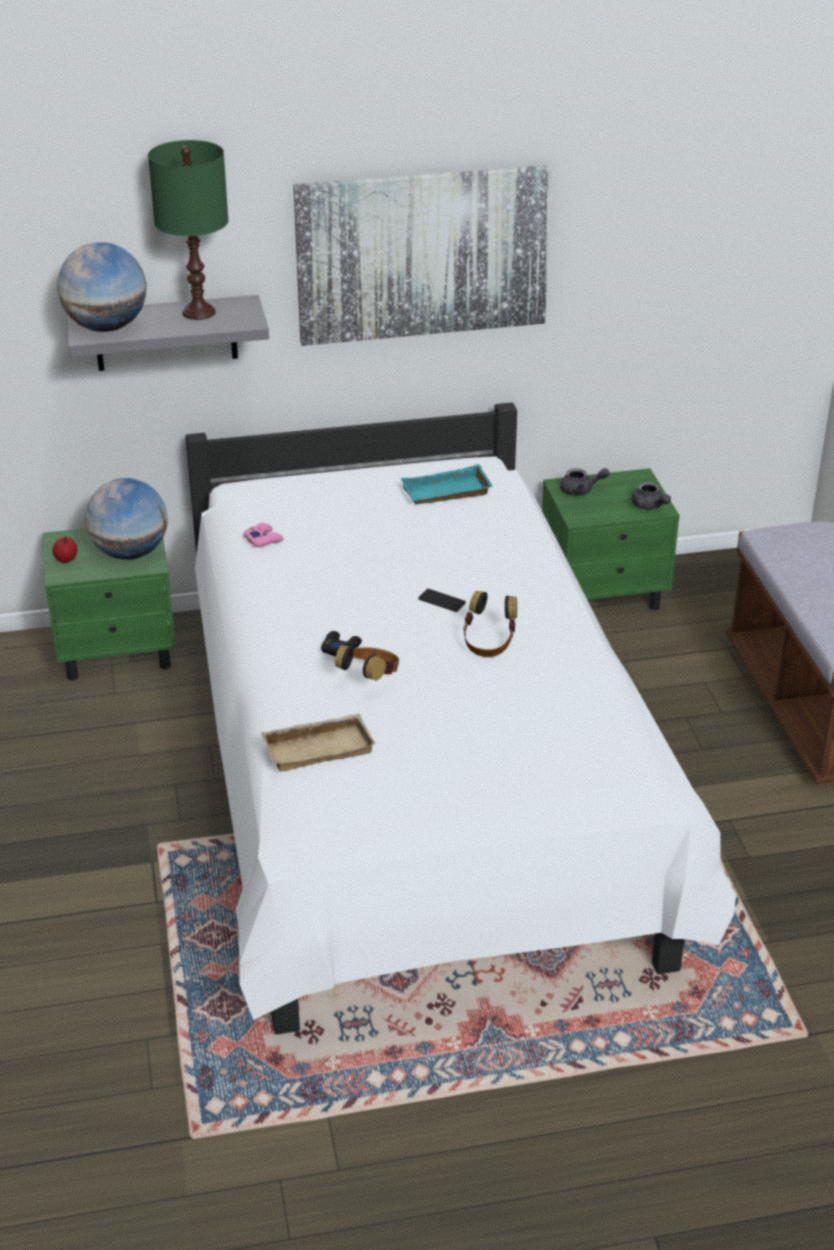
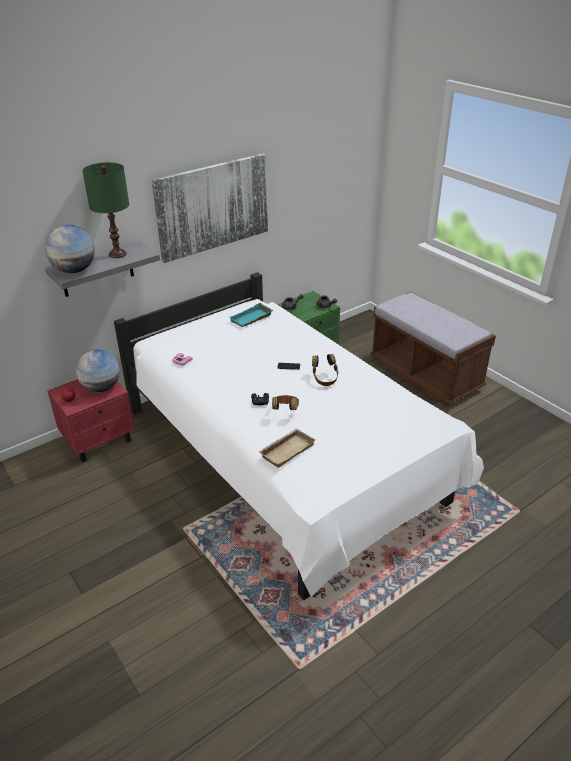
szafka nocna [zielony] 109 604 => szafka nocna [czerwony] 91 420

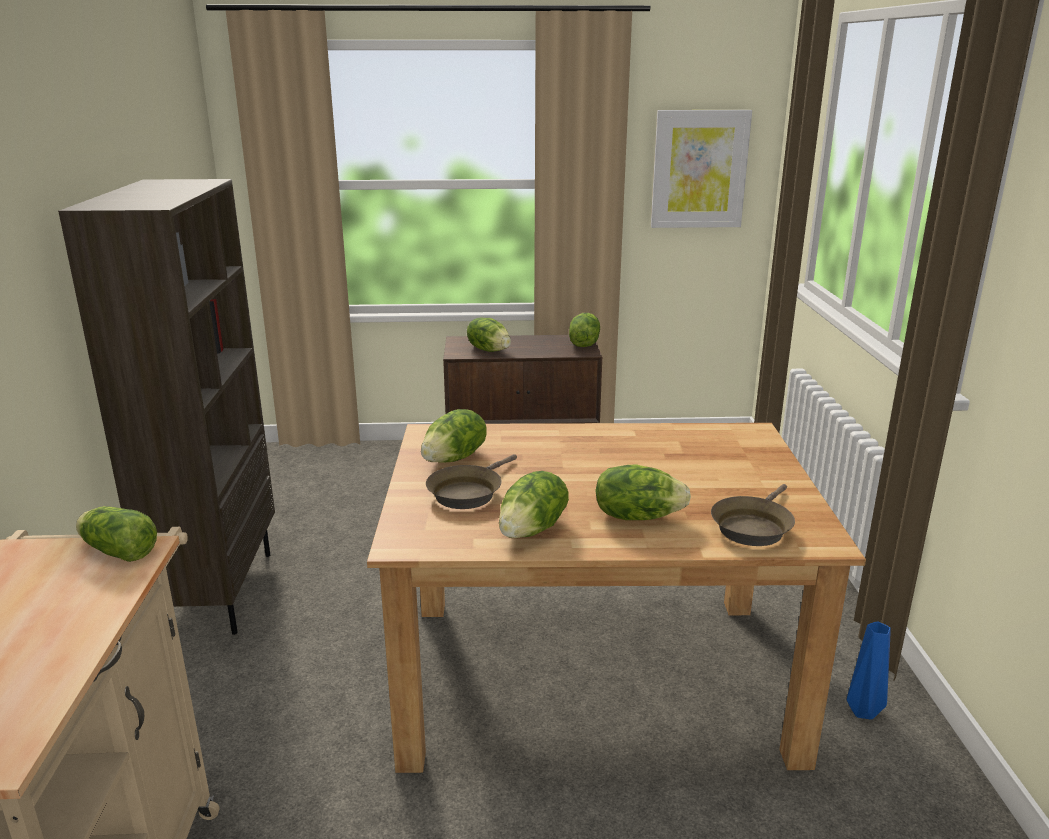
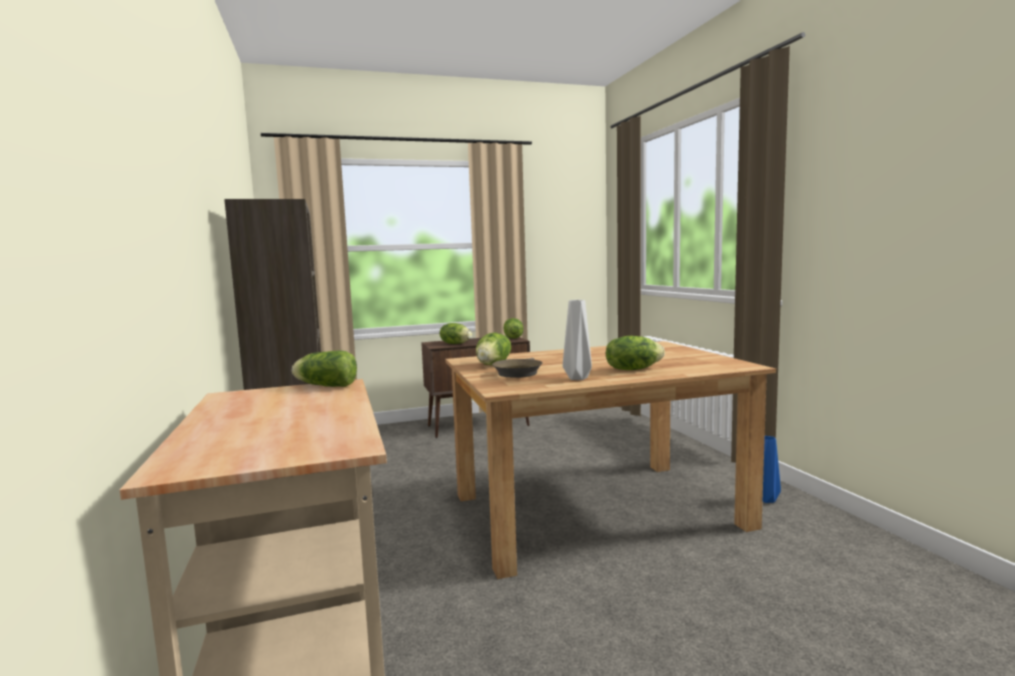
obraz 701 169 => nothing
sałata 534 504 => wazon [szary] 577 340
patelnia [brązowy] 753 515 => nothing

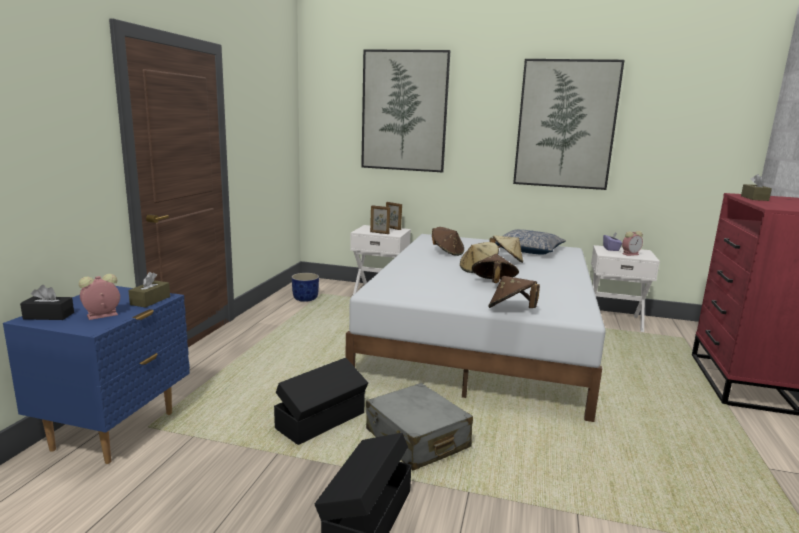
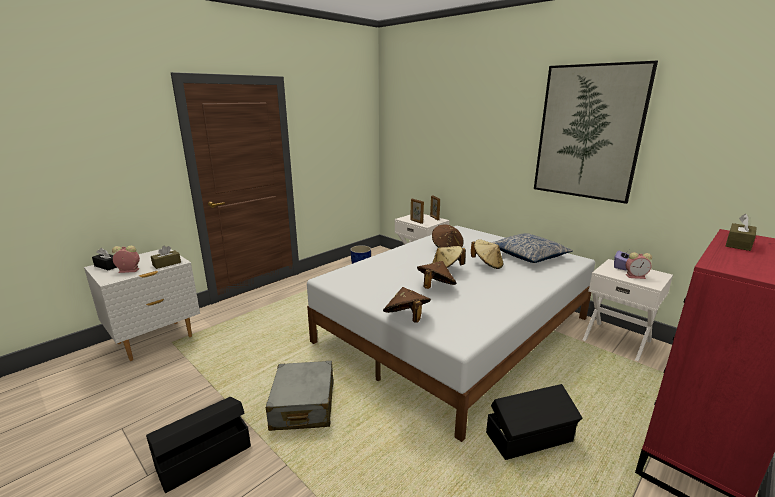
obraz 405 110 => nothing
szafka nocna [niebieski] 96 375 => szafka nocna [biały] 142 305
pojemnik do przechowywania [czarny] 321 401 => pojemnik do przechowywania [czarny] 534 422, shifted

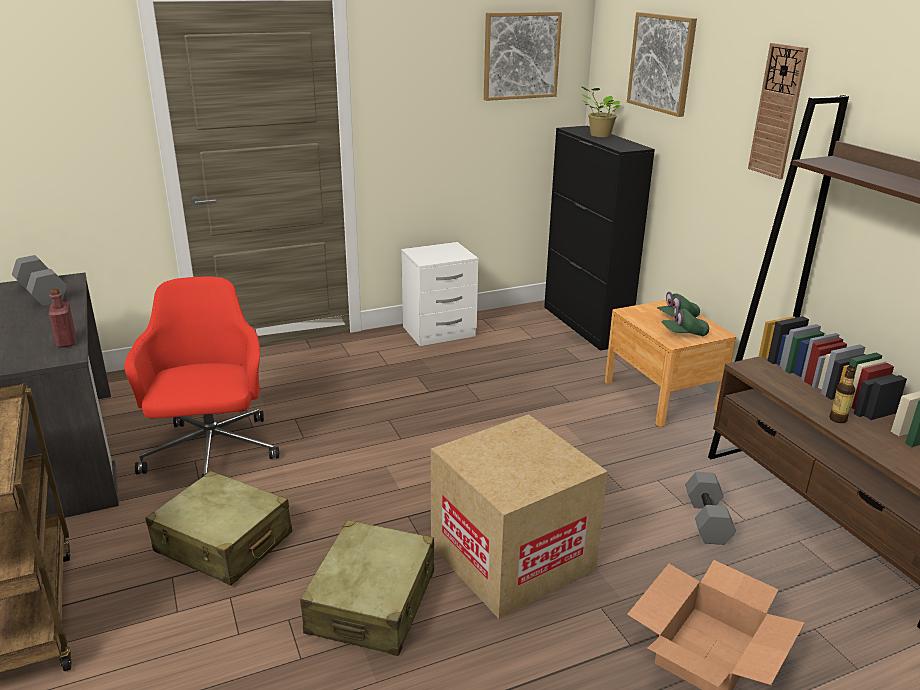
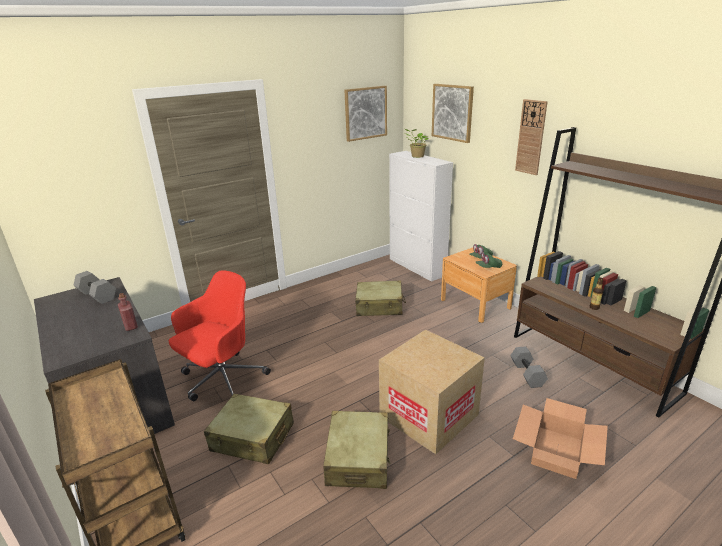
szafka [czarny] 599 238 => szafka [biały] 421 216
szafka nocna [biały] 440 294 => nothing
krzesło biurowe [czerwony] 201 377 => krzesło biurowe [czerwony] 220 336, 60 degrees clockwise
nothing => walizka [beżowy] 380 298

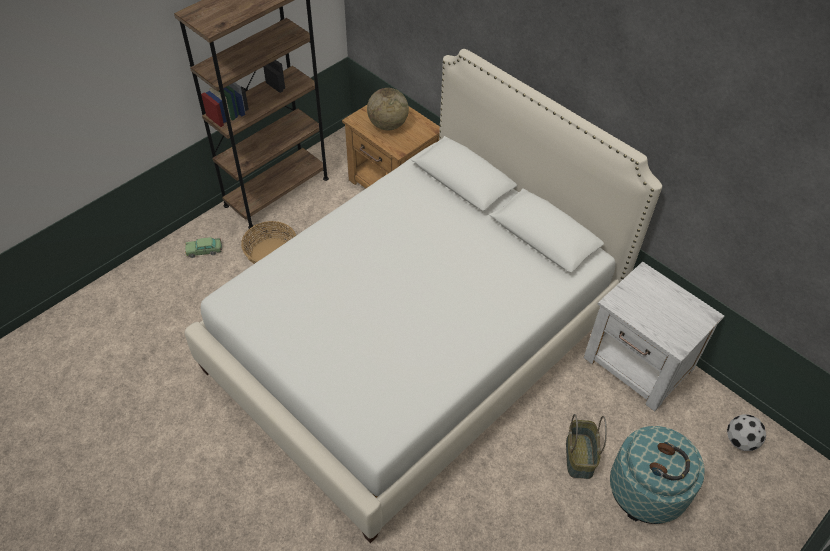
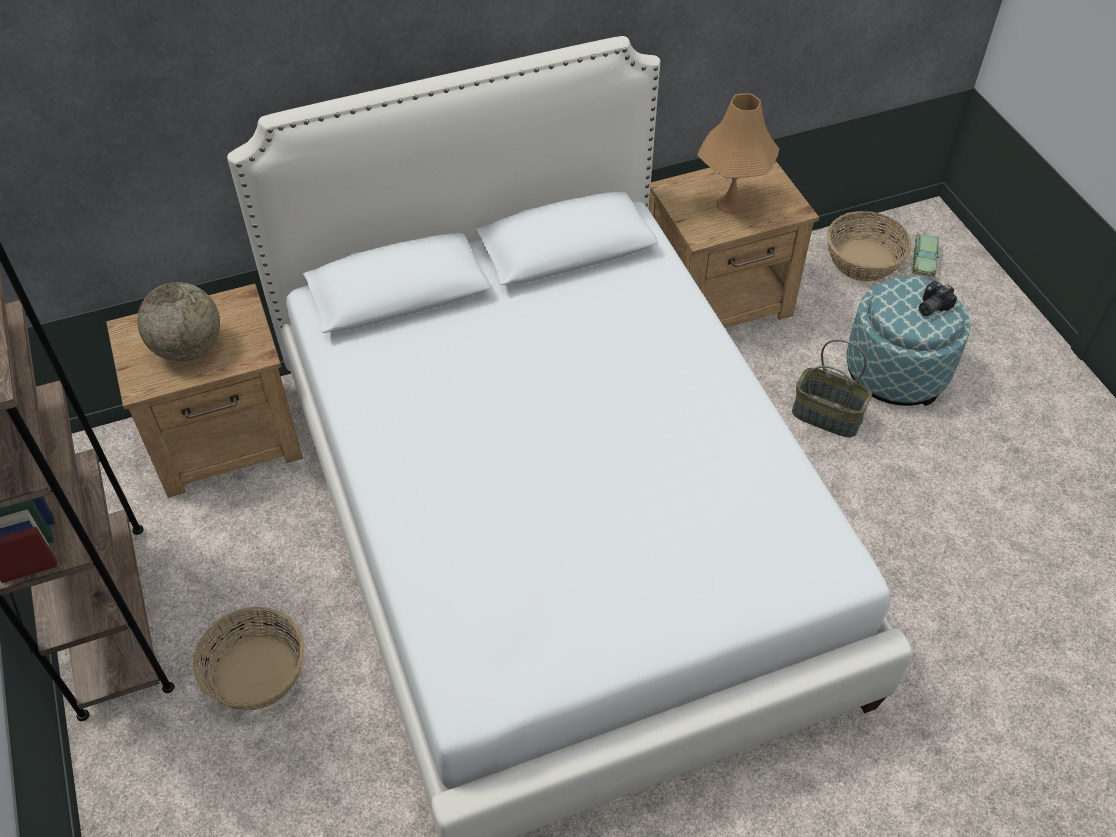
samochodzik 203 247 => samochodzik 925 255, shifted
szafka nocna [biały] 654 336 => szafka nocna [brązowy] 734 244
piłka futbolowa 746 432 => koszyk 869 246
słuchawki 670 461 => aparat fotograficzny 938 298
nothing => lampa stołowa [pomarańczowy] 738 153

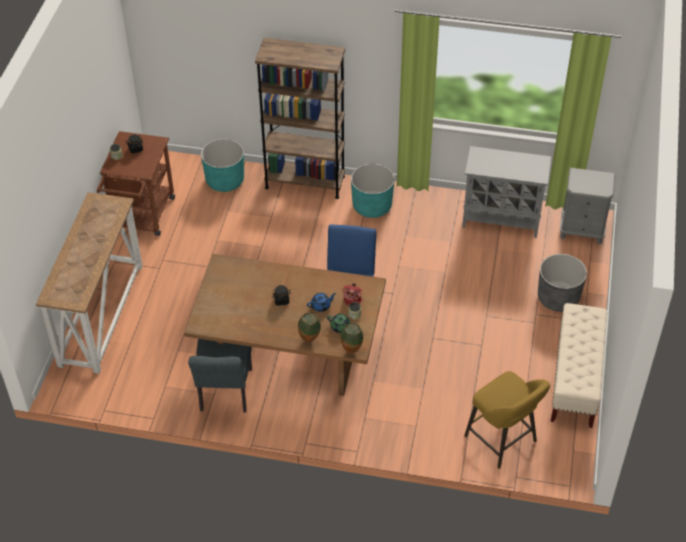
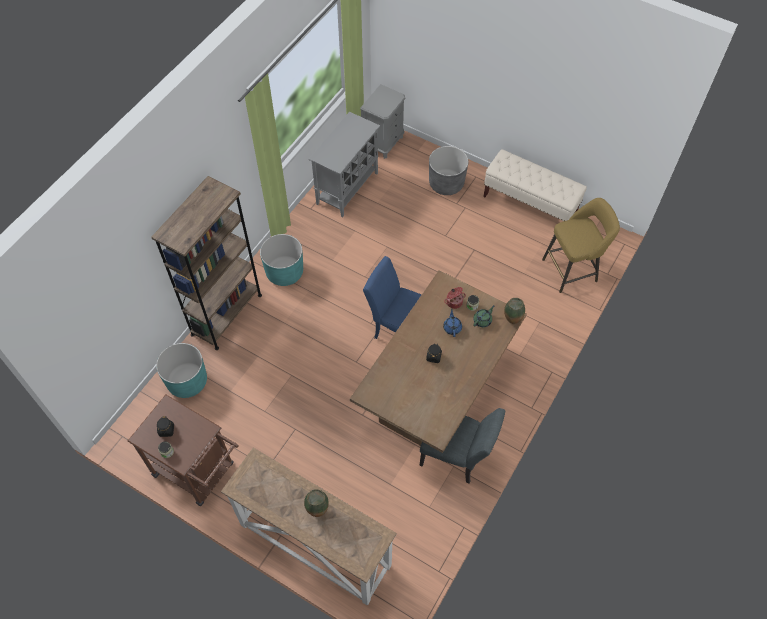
wazon 309 327 => wazon 316 503, shifted

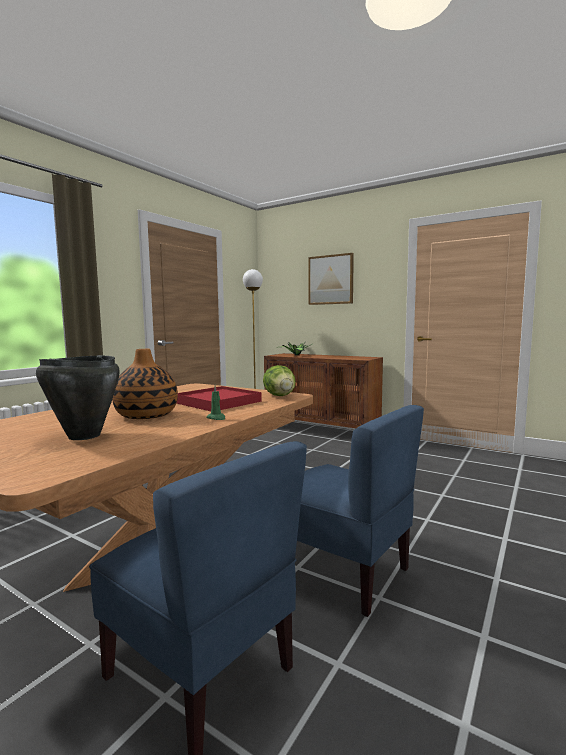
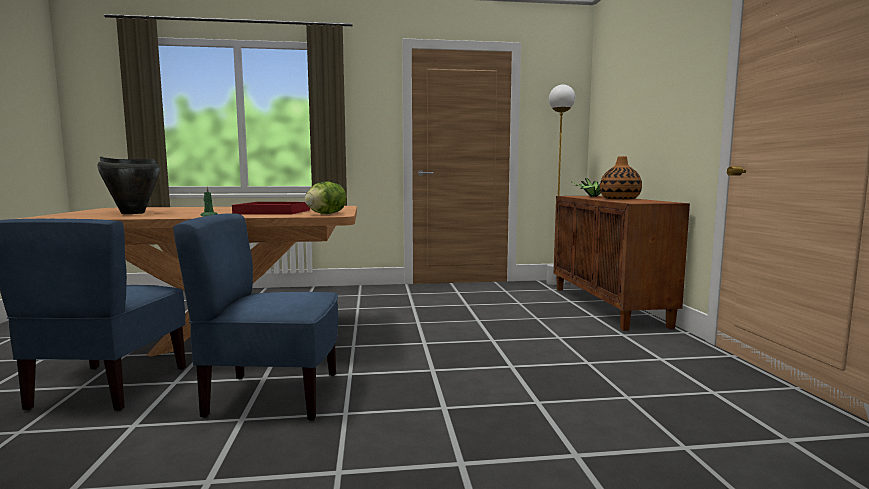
obraz 331 279 => nothing
wazon 145 384 => wazon 621 178, shifted
krzesło [niebieski] 360 511 => krzesło [niebieski] 255 317, 90 degrees clockwise

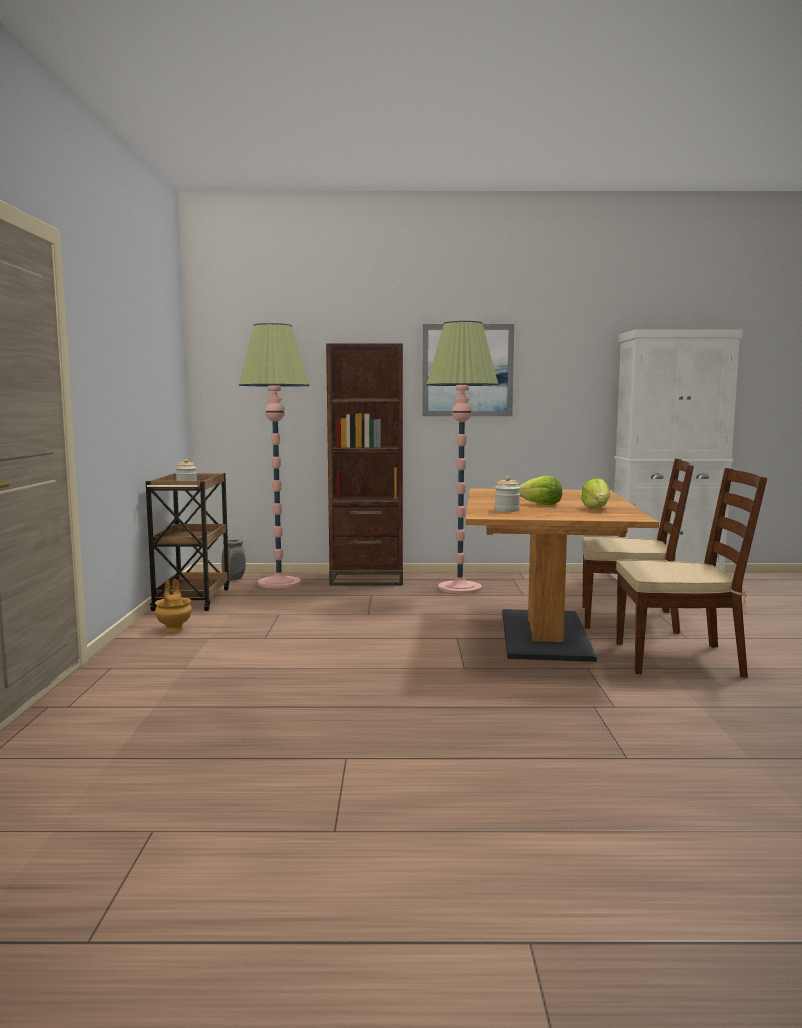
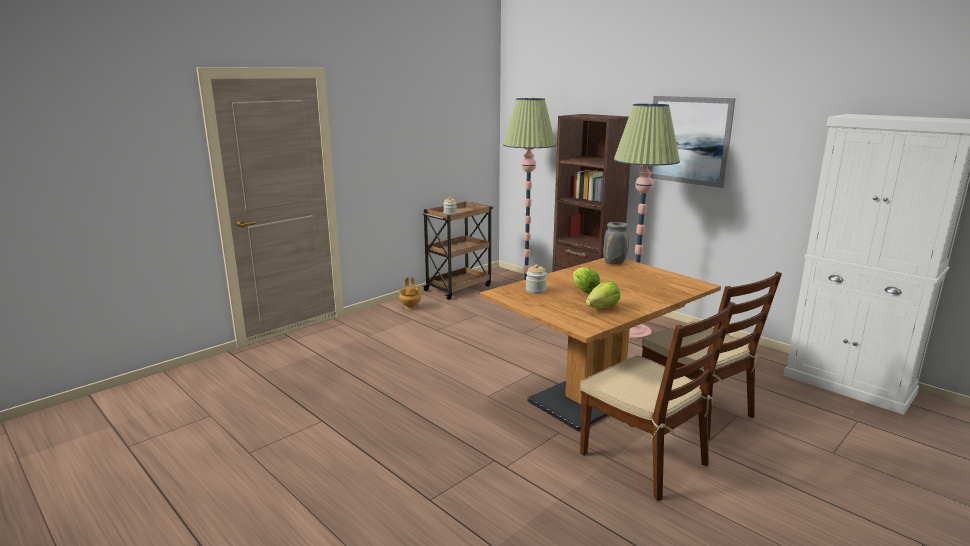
wazon [szary] 234 559 => wazon [szary] 616 243, shifted

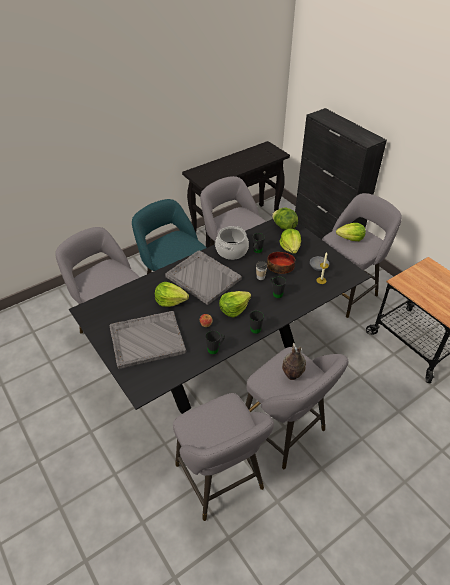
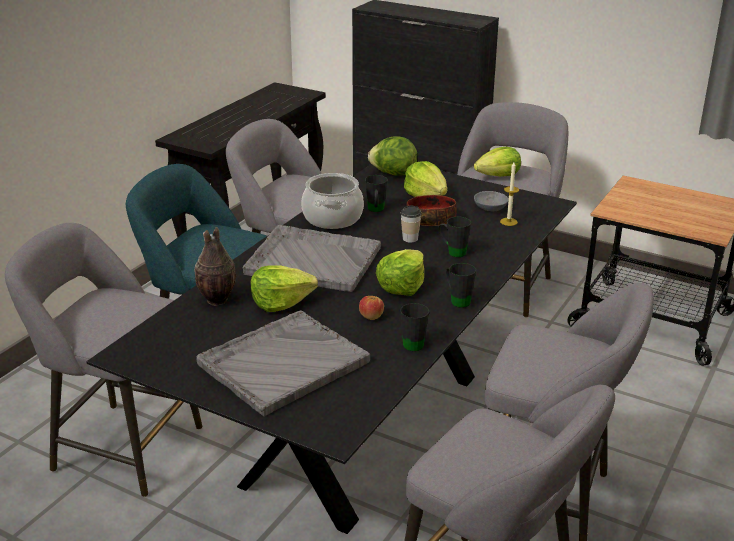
wazon 294 361 => wazon 215 266, shifted

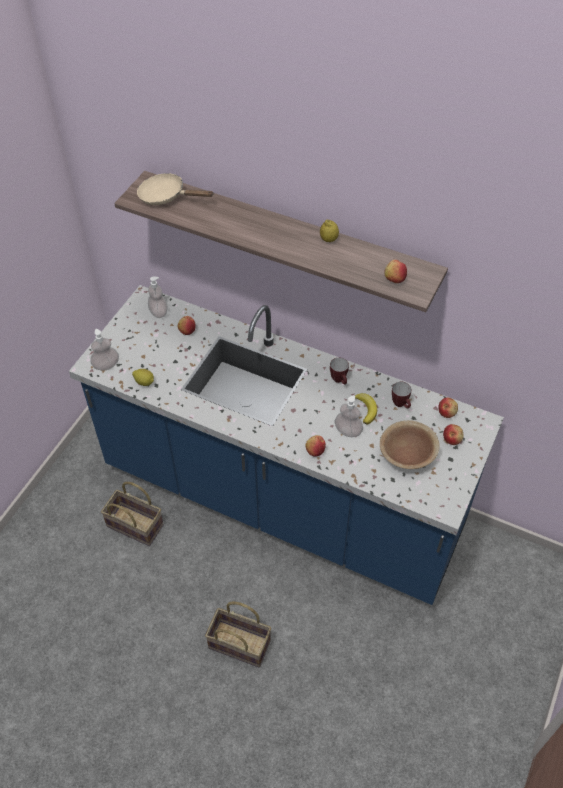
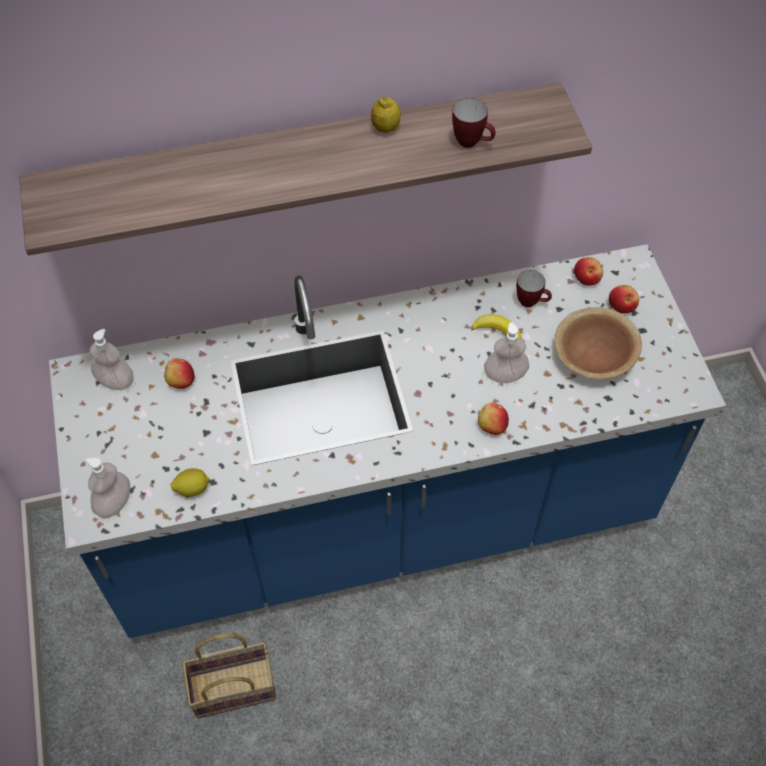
patelnia [beżowy] 175 189 => nothing
jabłko 395 271 => nothing
kubek 339 371 => kubek 474 123, shifted
koszyk 238 635 => nothing

